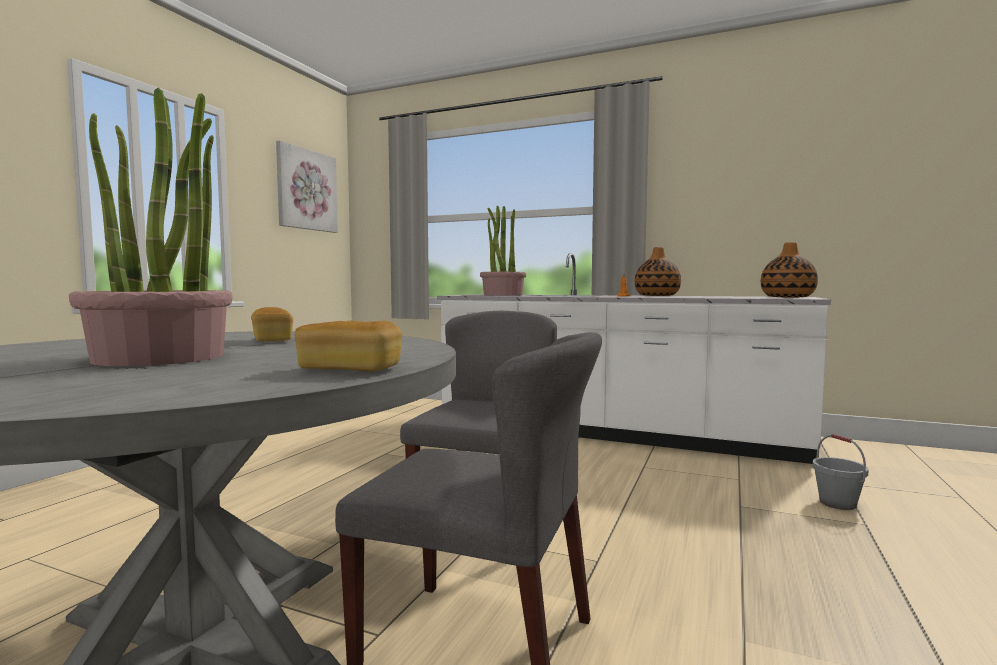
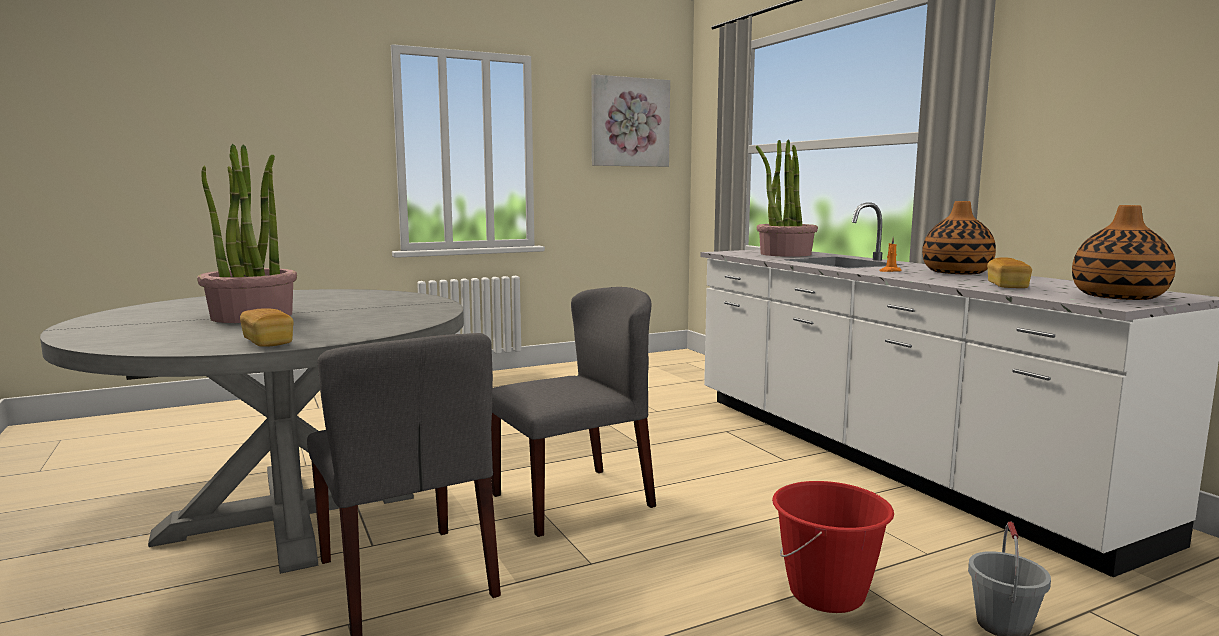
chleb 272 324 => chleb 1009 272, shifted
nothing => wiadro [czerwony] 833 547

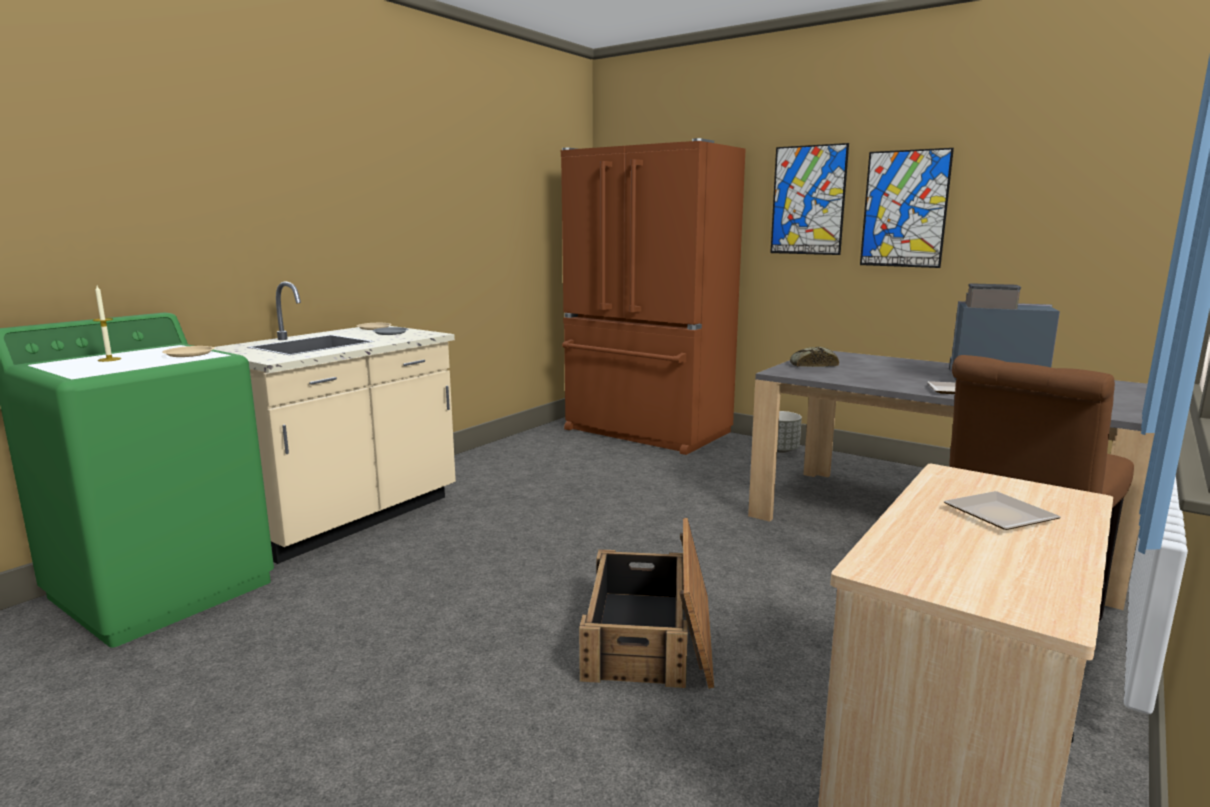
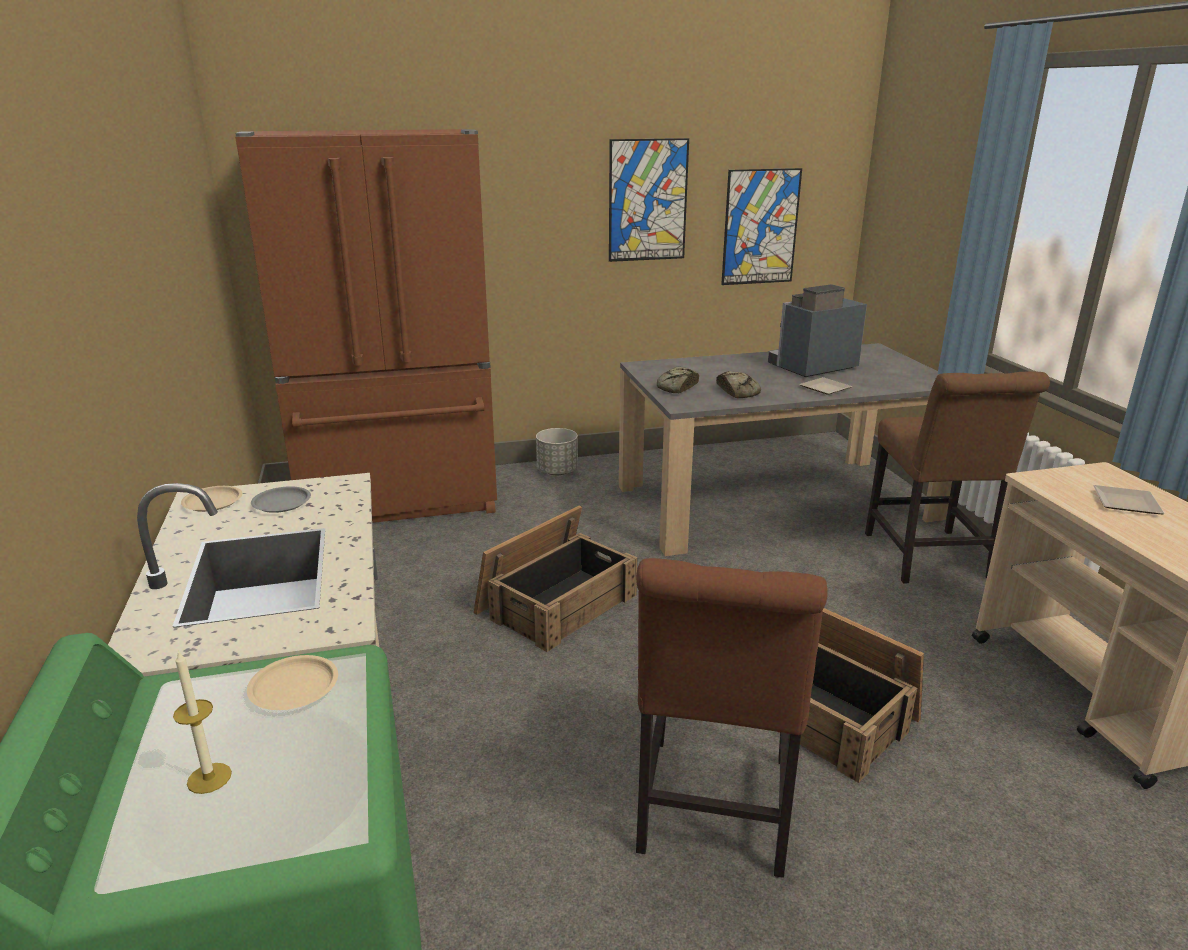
obraz 809 199 => obraz 761 226, shifted
nothing => chleb 738 384
nothing => skrzynka 555 578
nothing => krzesło [brązowy] 732 718

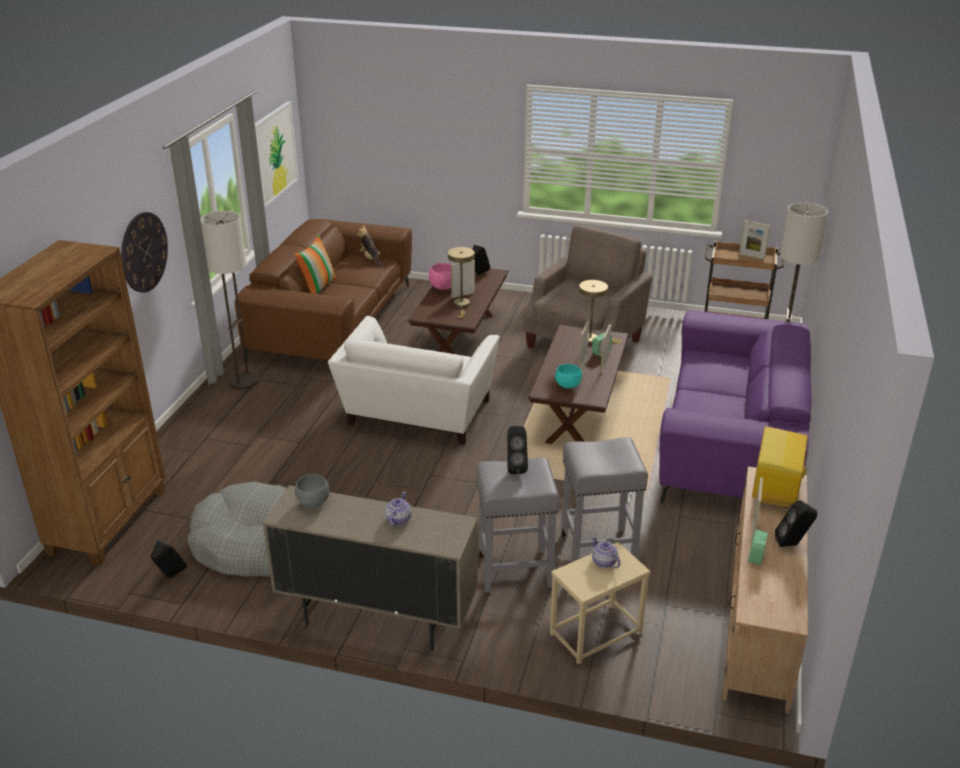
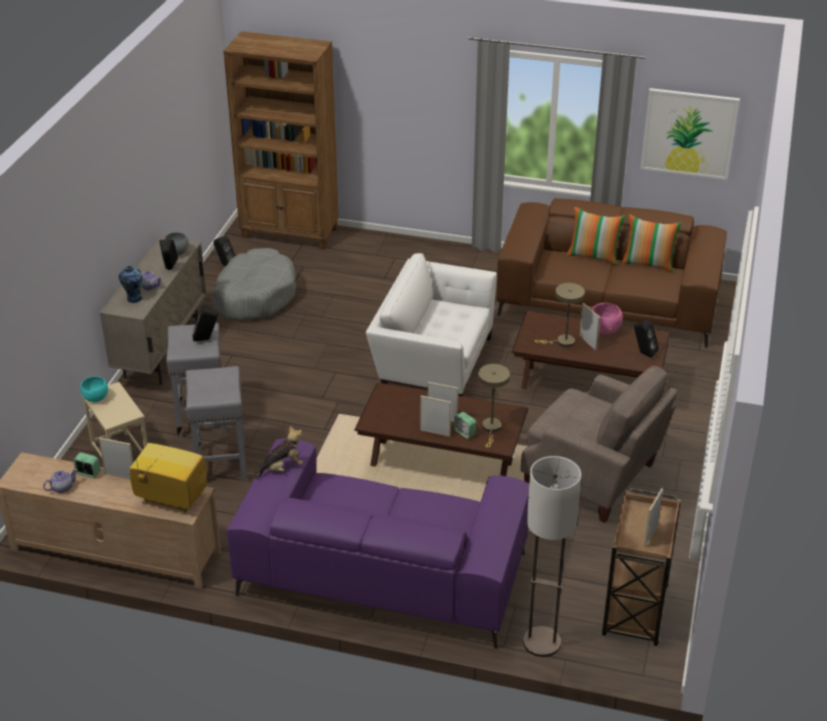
lampa stojąca 229 300 => nothing
zegar ścienny 144 252 => nothing
pluszak 369 246 => pluszak 279 453, shifted
miska [turkusowy] 568 376 => miska [turkusowy] 94 389, shifted
głośnik [czarny] 796 523 => głośnik [czarny] 168 255, shifted
imbryk 605 552 => imbryk 60 481, shifted
nothing => poduszka 651 243
nothing => wazon 131 284

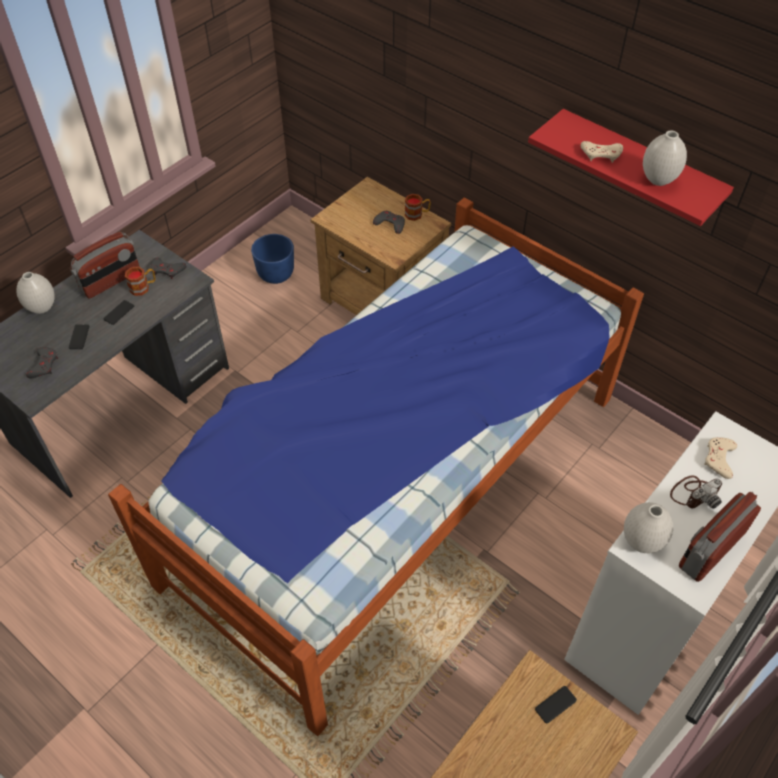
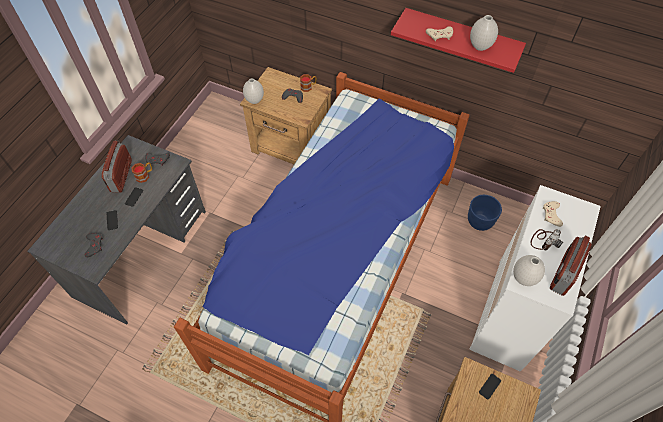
radio 105 265 => radio 117 166, 150 degrees clockwise
donica [niebieski] 272 259 => donica [niebieski] 485 213, shifted
wazon [biały] 35 293 => wazon [biały] 253 91, shifted

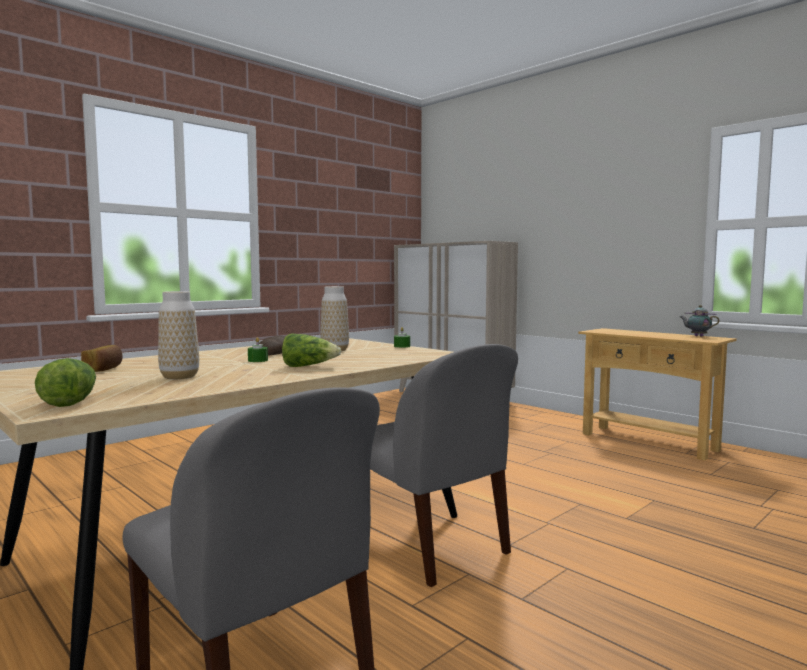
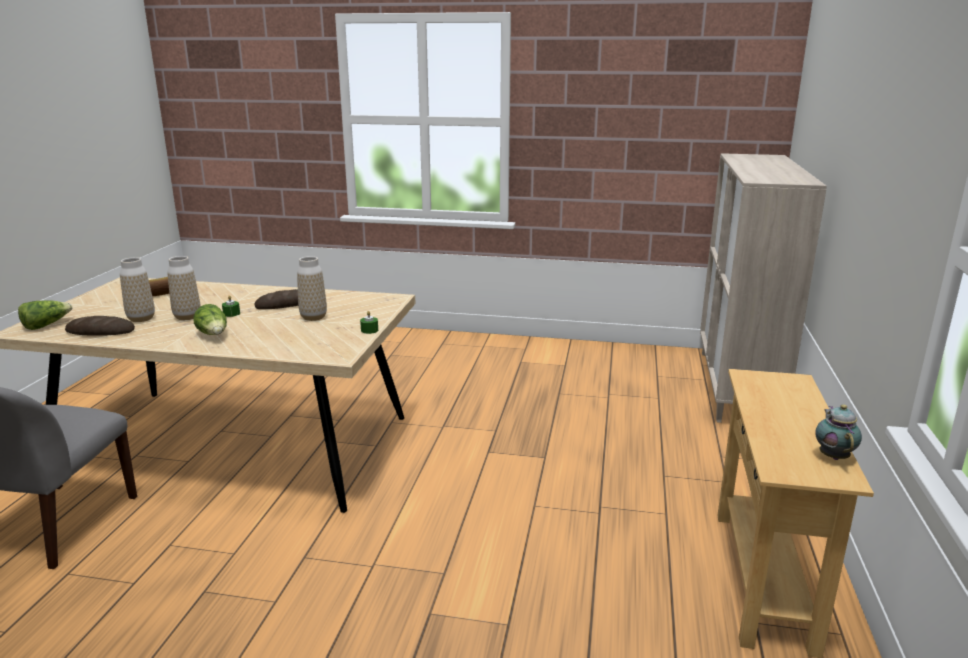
krzesło [szary] 444 465 => nothing
nothing => wazon 184 288
nothing => chleb 100 326

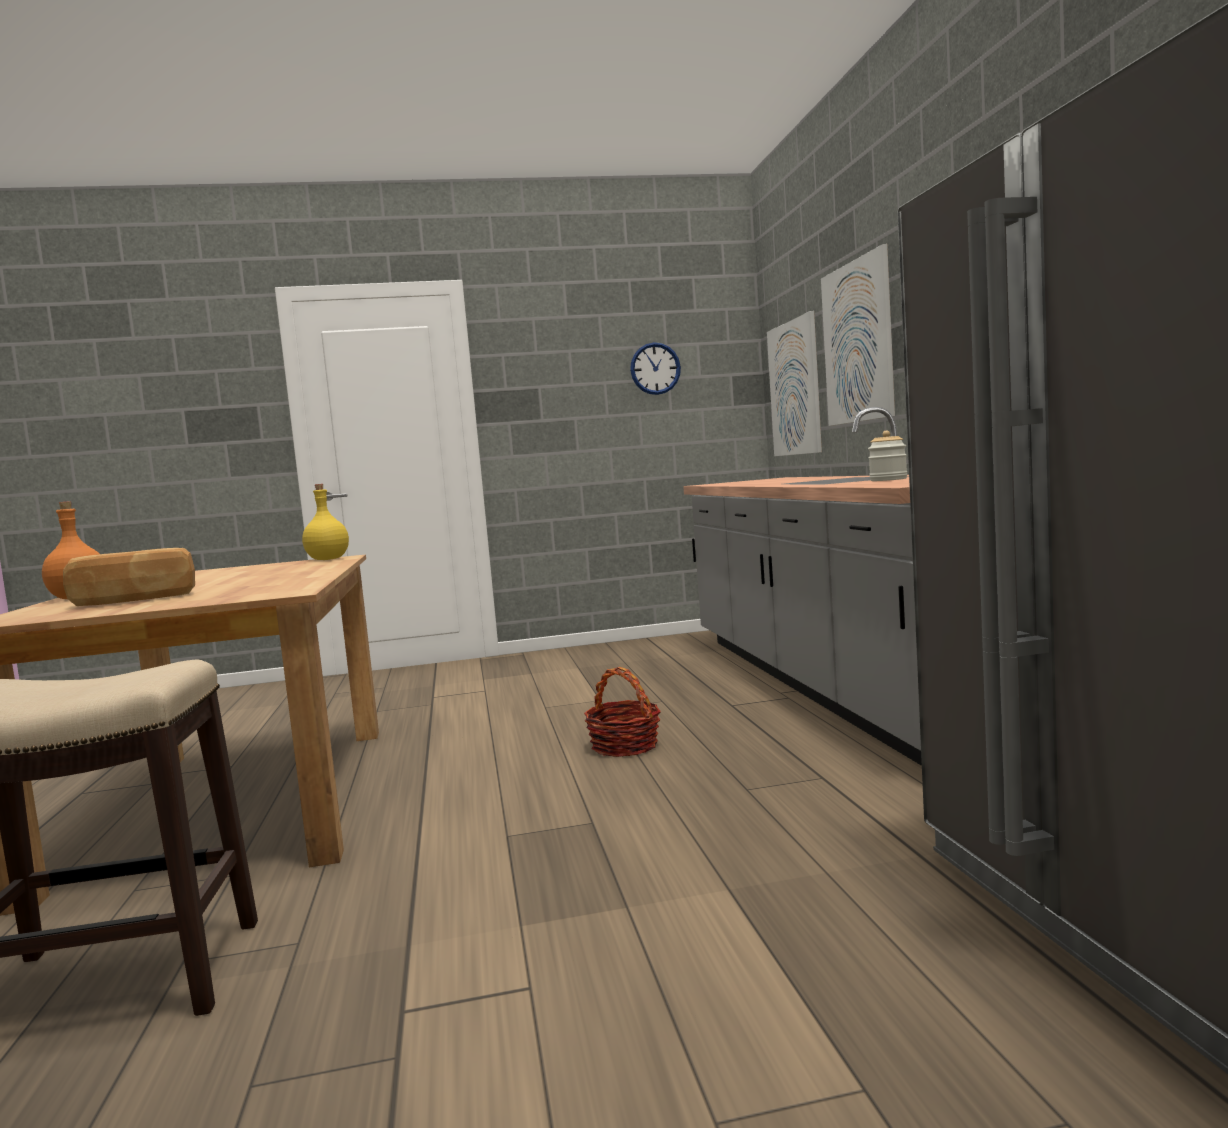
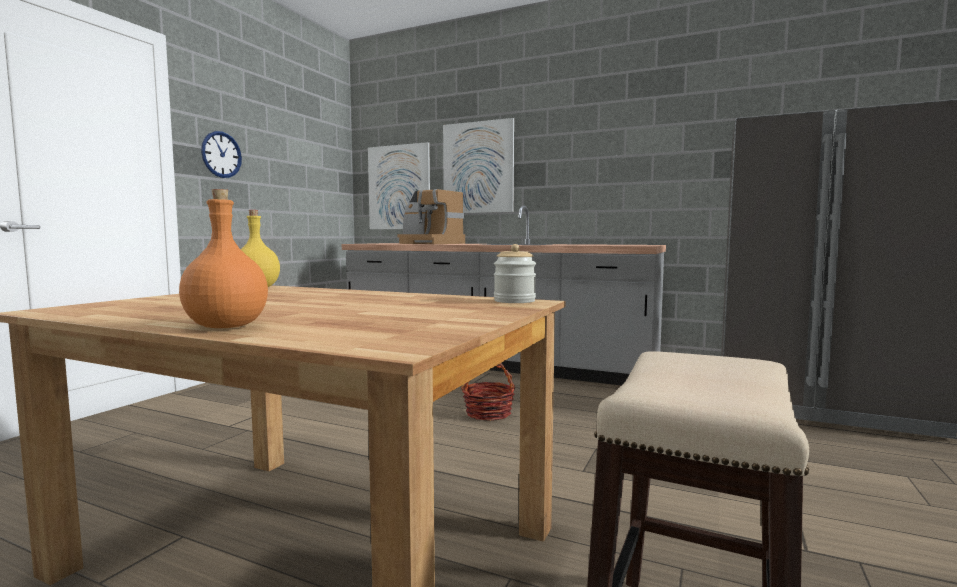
zegar ścienny 655 368 => zegar ścienny 221 154, shifted
słoik 887 455 => słoik 515 273, shifted
chleb 129 577 => nothing
nothing => ekspres do kawy 431 216

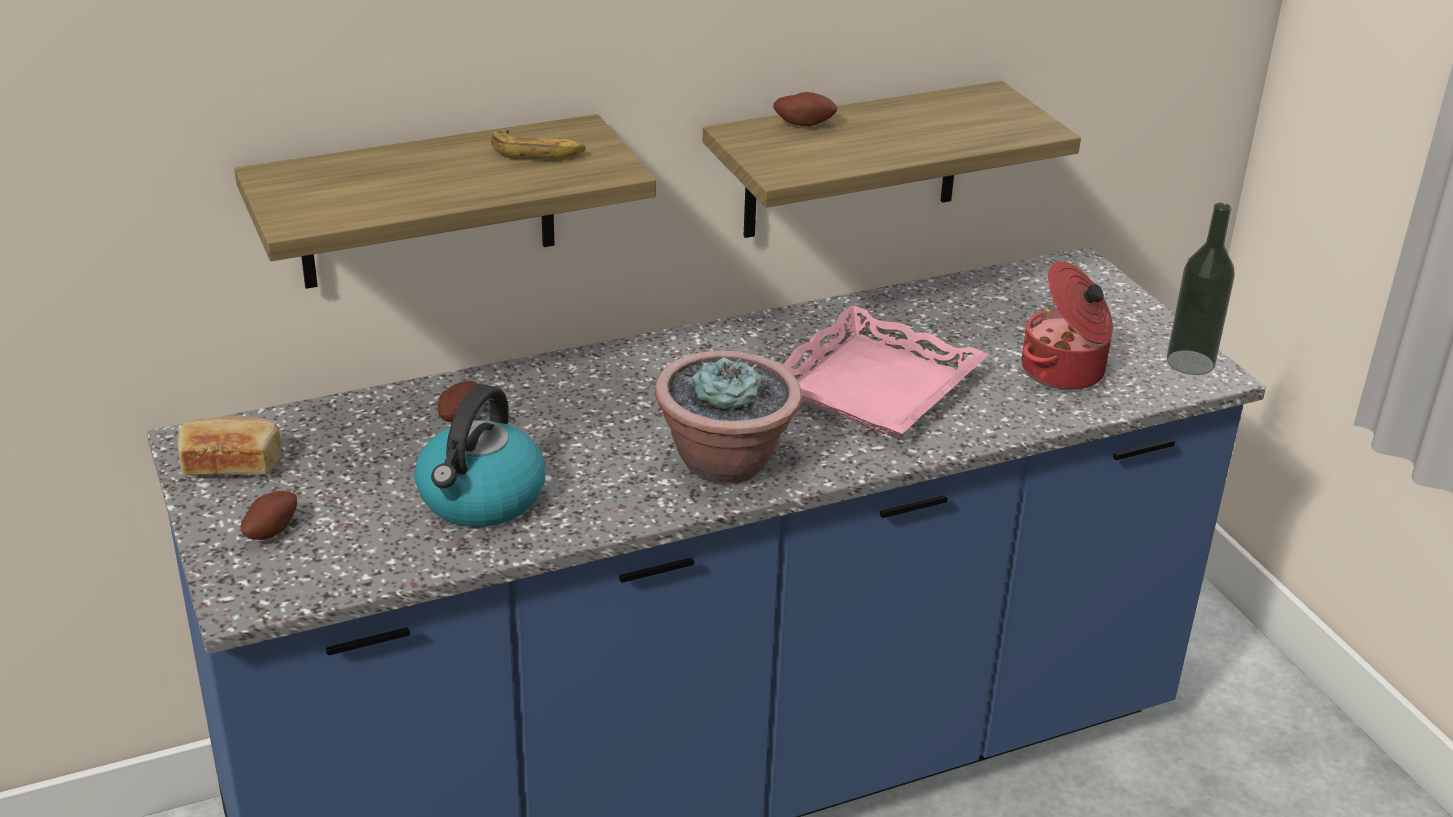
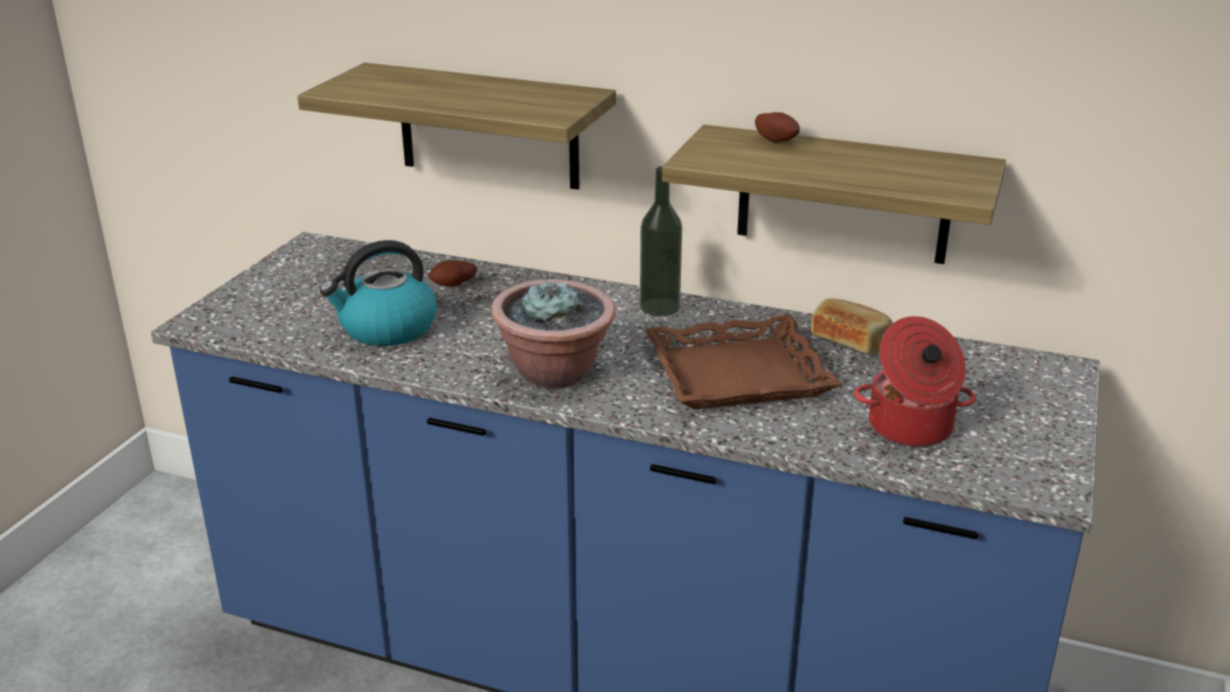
banan 538 144 => nothing
butelka 1201 289 => butelka 661 241, shifted
taca [różowy] 885 371 => taca [brązowy] 743 362
chleb 229 445 => chleb 852 326, shifted
ziemniak 269 515 => nothing

